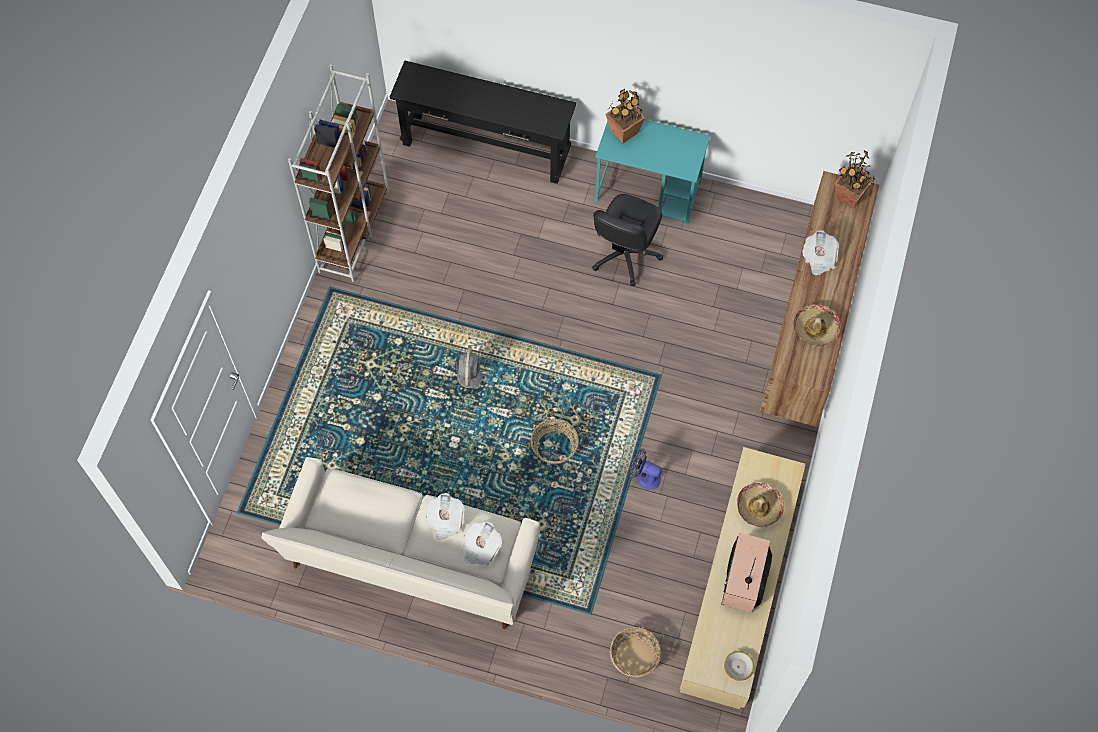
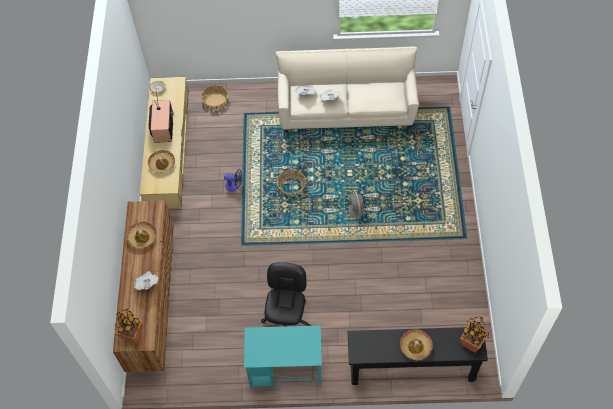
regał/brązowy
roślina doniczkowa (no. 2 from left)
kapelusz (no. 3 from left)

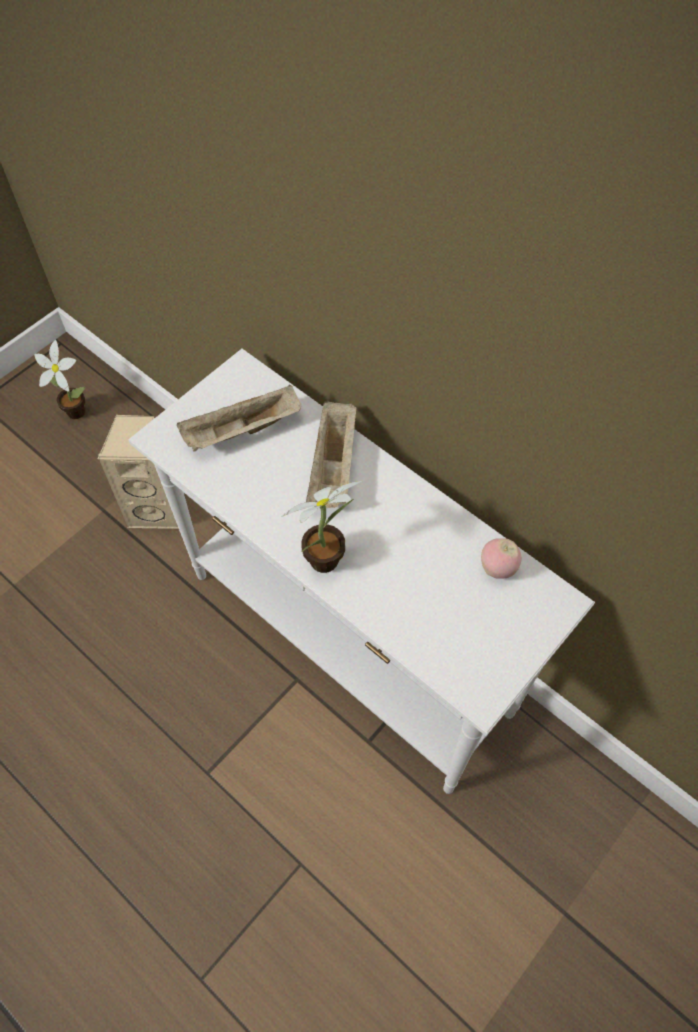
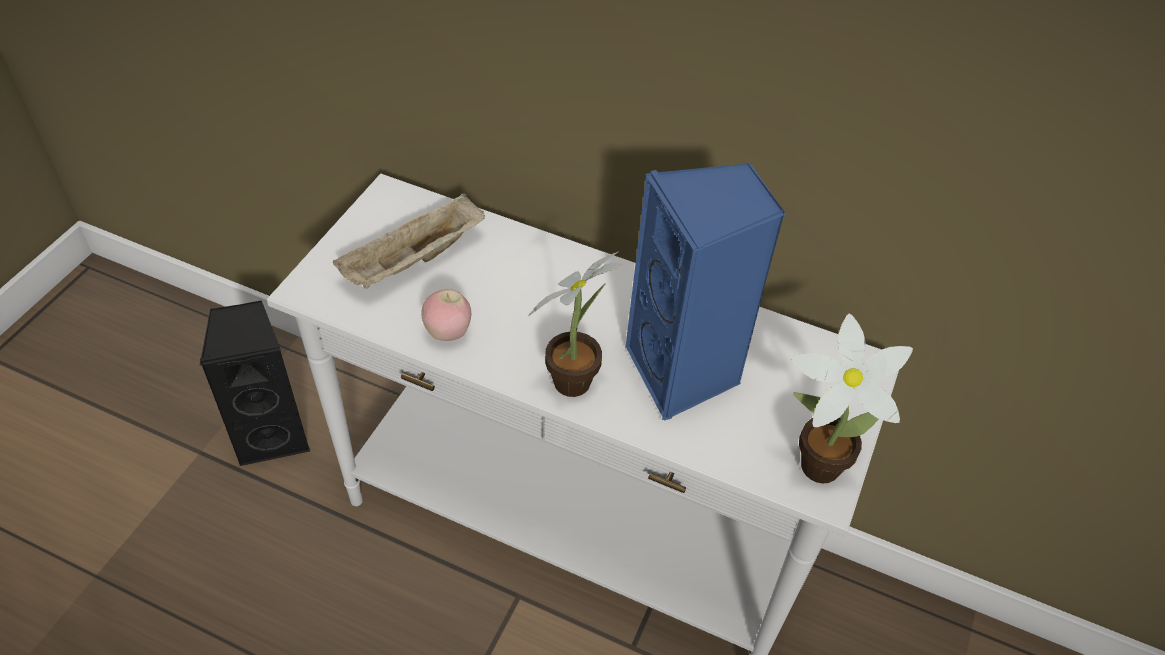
roślina doniczkowa (no. 2 from left)
głośnik/czarny
taca/beżowy (no. 2 from left in the first image)
jabłko
głośnik/niebieski

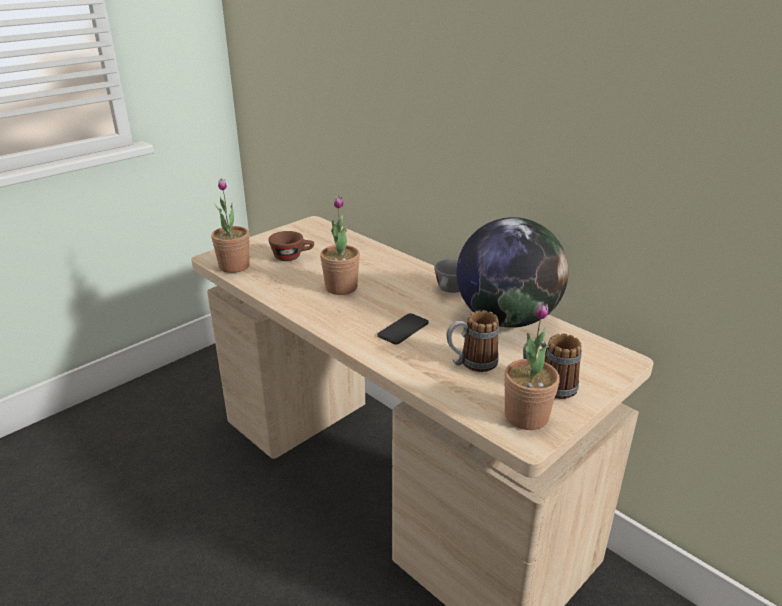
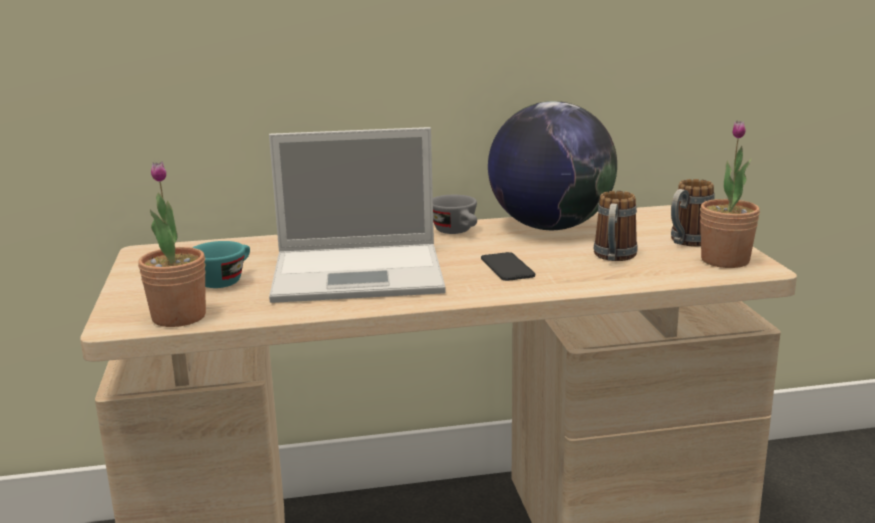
filiżanka/turkusowy
laptop

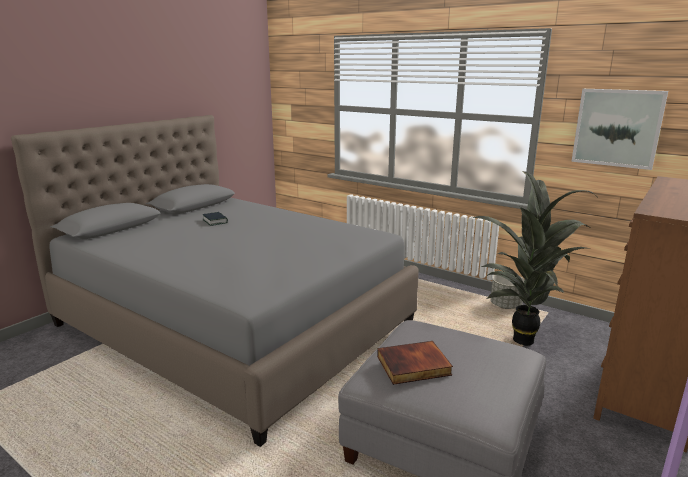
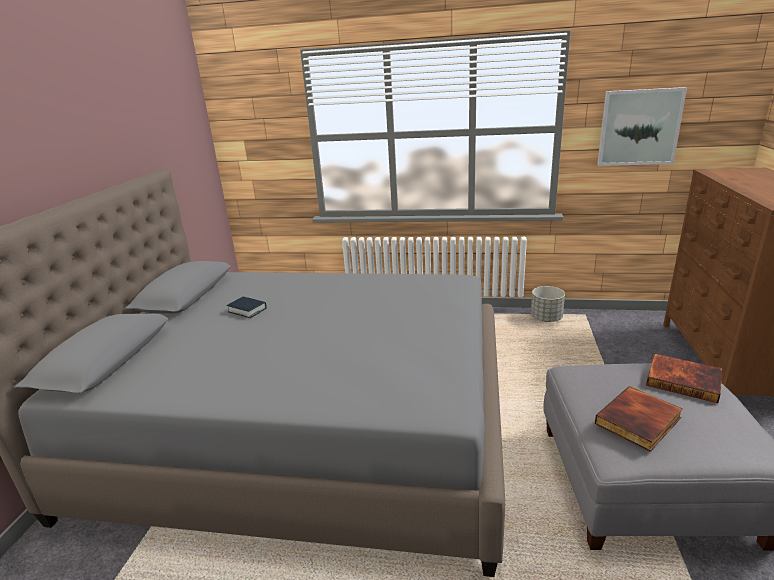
roślina doniczkowa
książka (no. 3 from left)

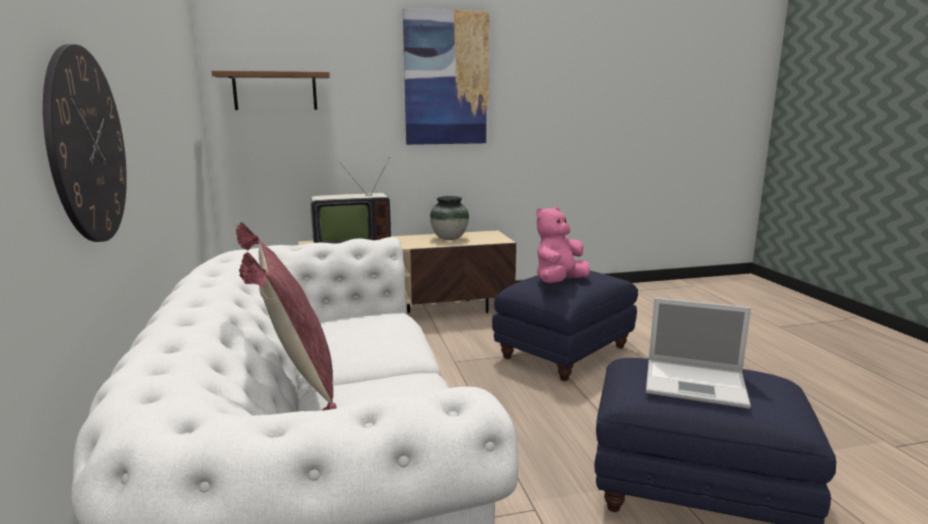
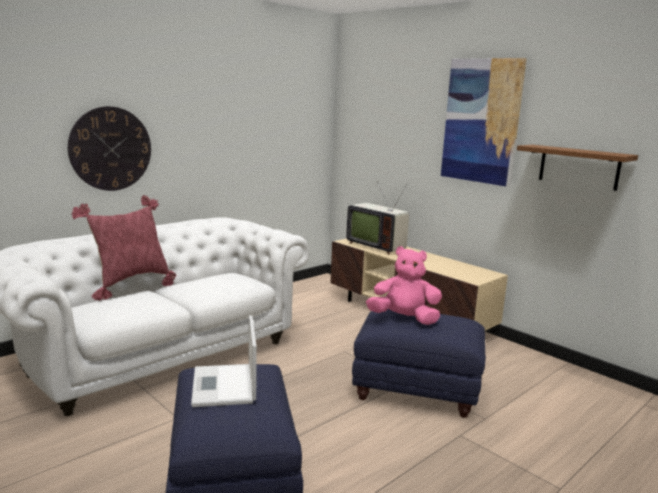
półka/brązowy
wazon

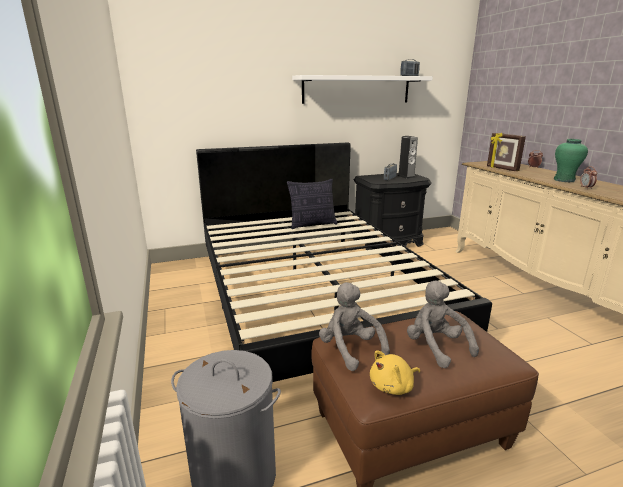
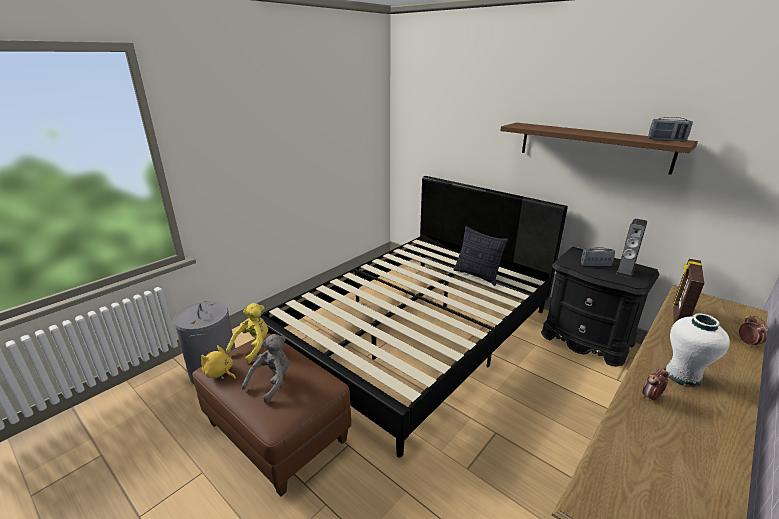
półka/brązowy
pluszak/żółty (no. 2 from left)
wazon/biały

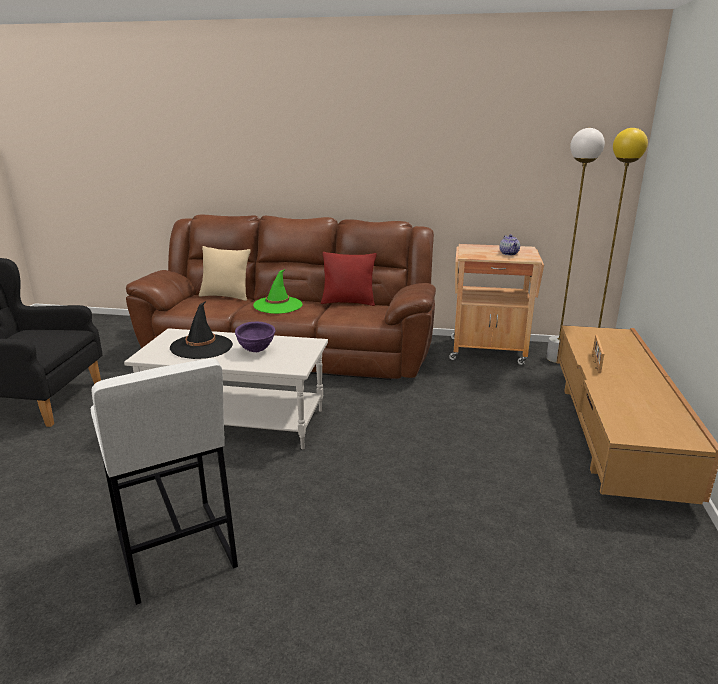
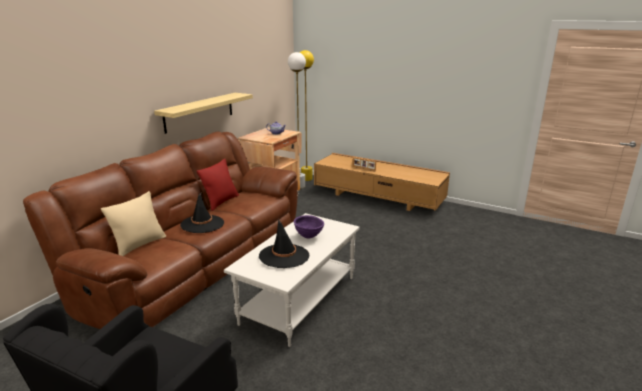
stołek/biały
kapelusz/czarny (no. 1 from left)
półka

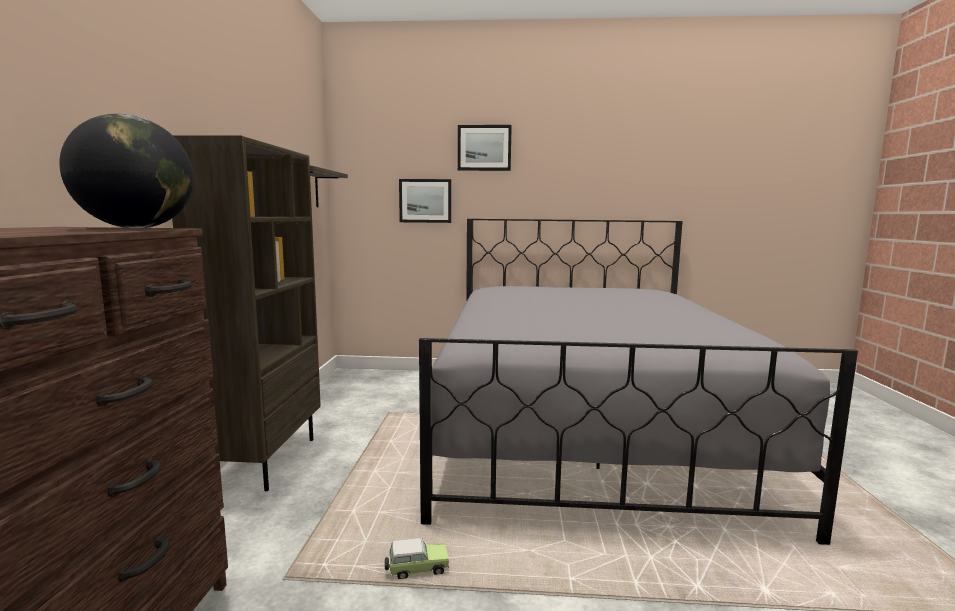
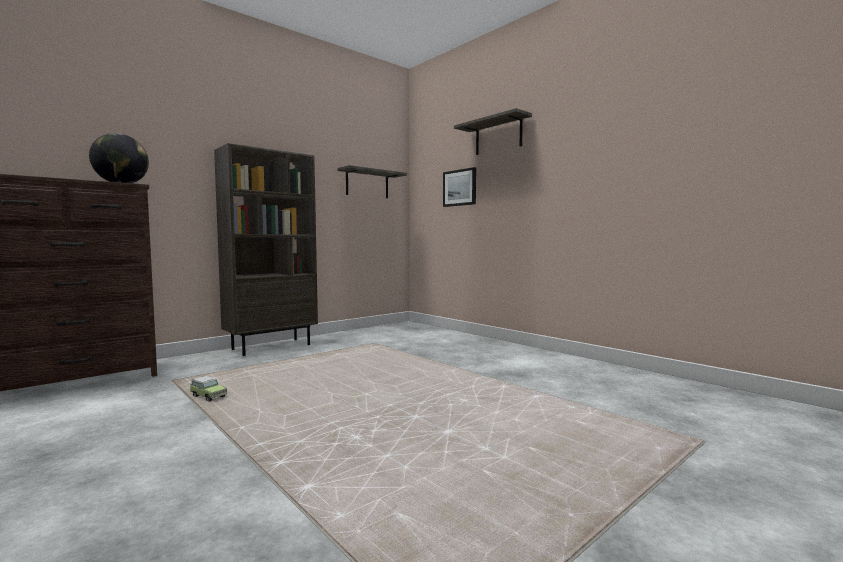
łóżko/szary
półka (no. 2 from left)

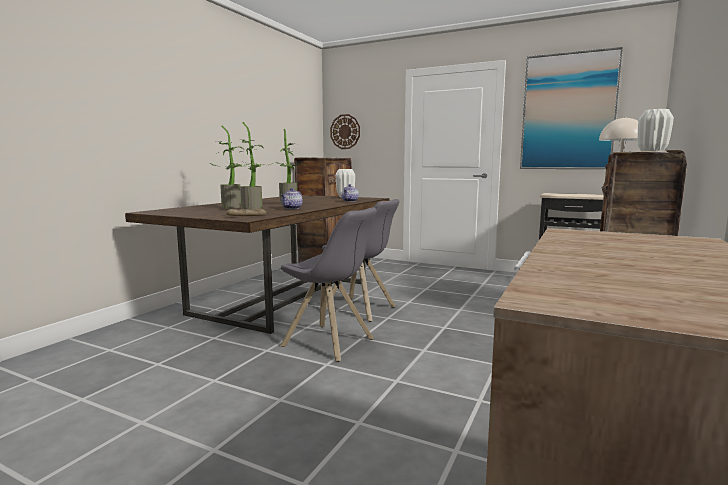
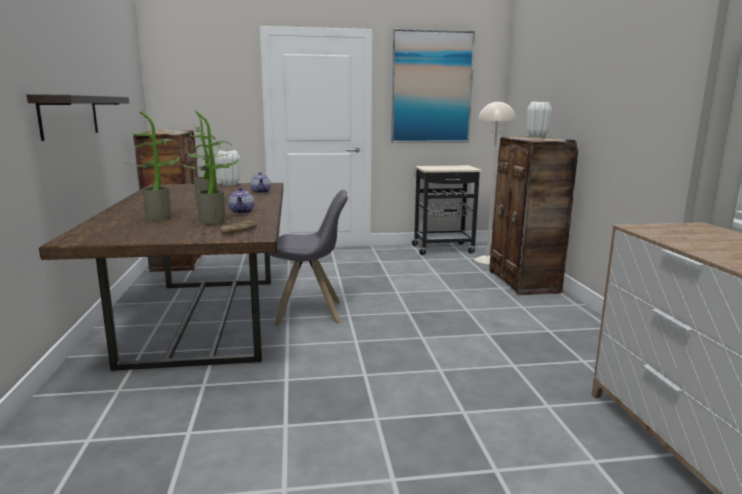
krzesło/szary (no. 1 from left in the first image)
zegar ścienny
półka

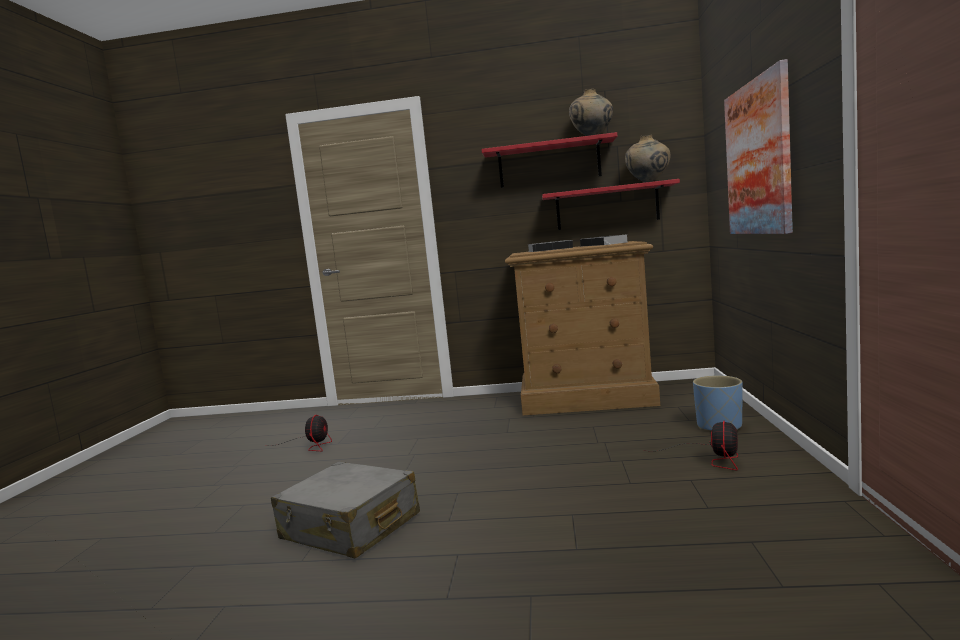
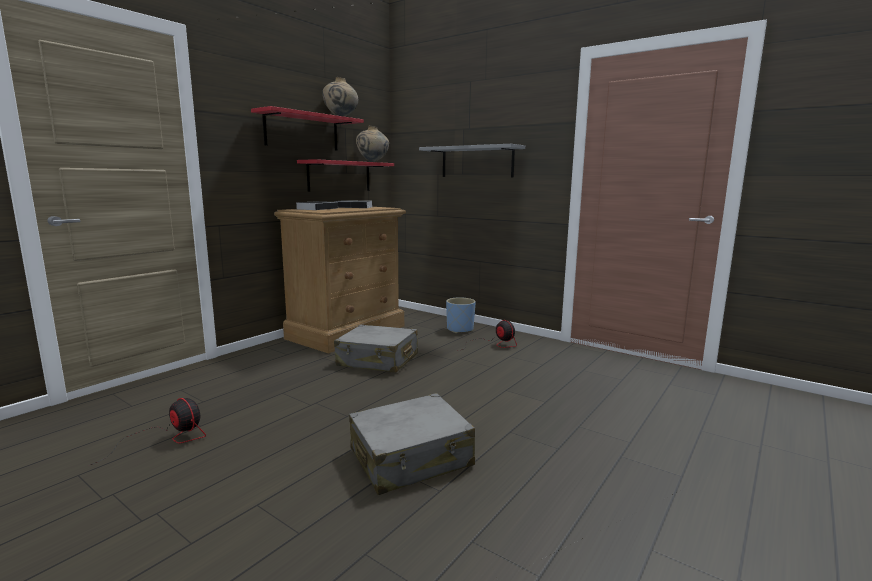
półka/szary
walizka/szary (no. 1 from left)

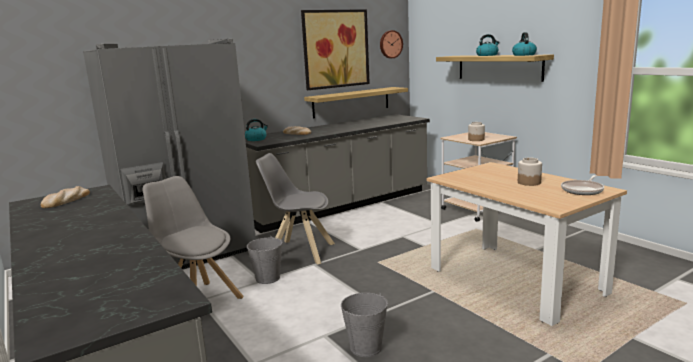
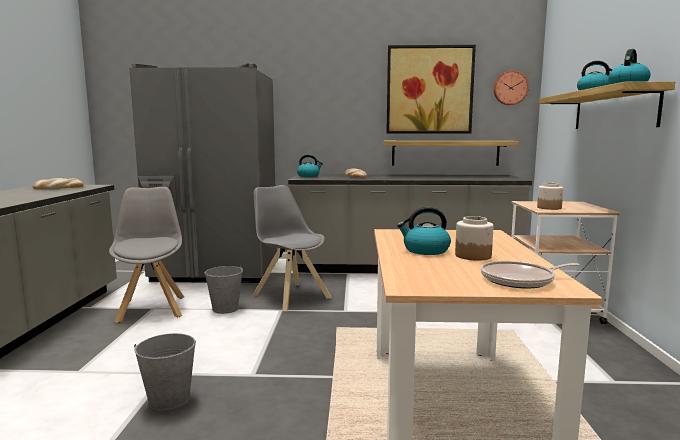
czajnik (no. 2 from left)

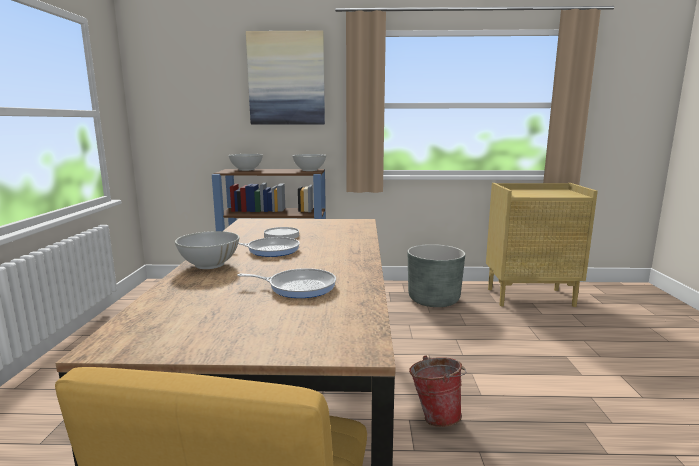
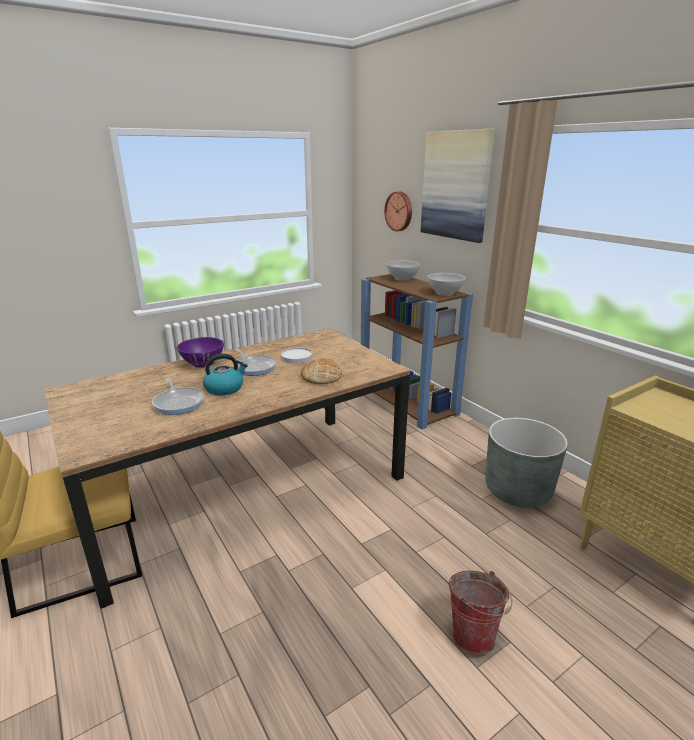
miska/fioletowy
wiadro
czajnik
chleb
zegar ścienny

